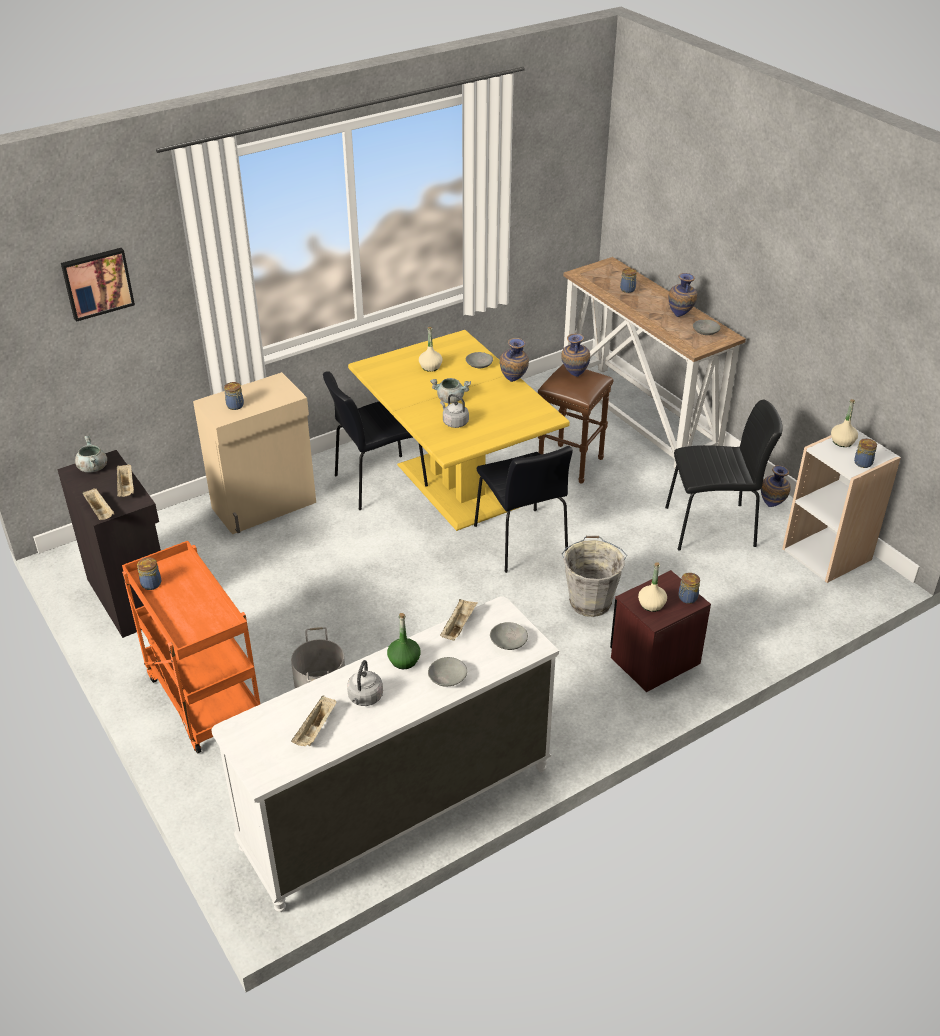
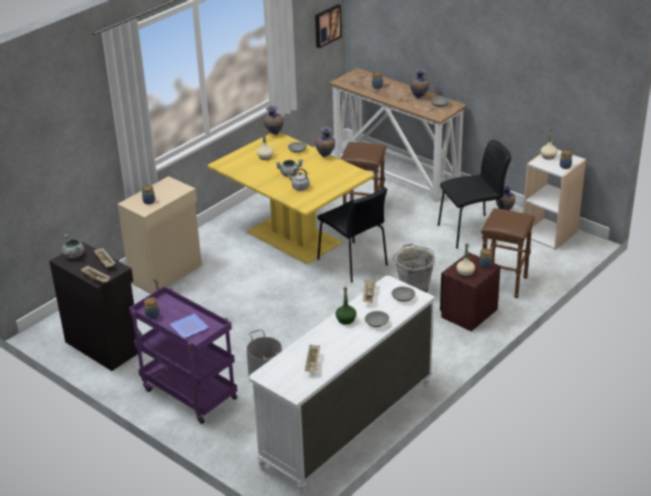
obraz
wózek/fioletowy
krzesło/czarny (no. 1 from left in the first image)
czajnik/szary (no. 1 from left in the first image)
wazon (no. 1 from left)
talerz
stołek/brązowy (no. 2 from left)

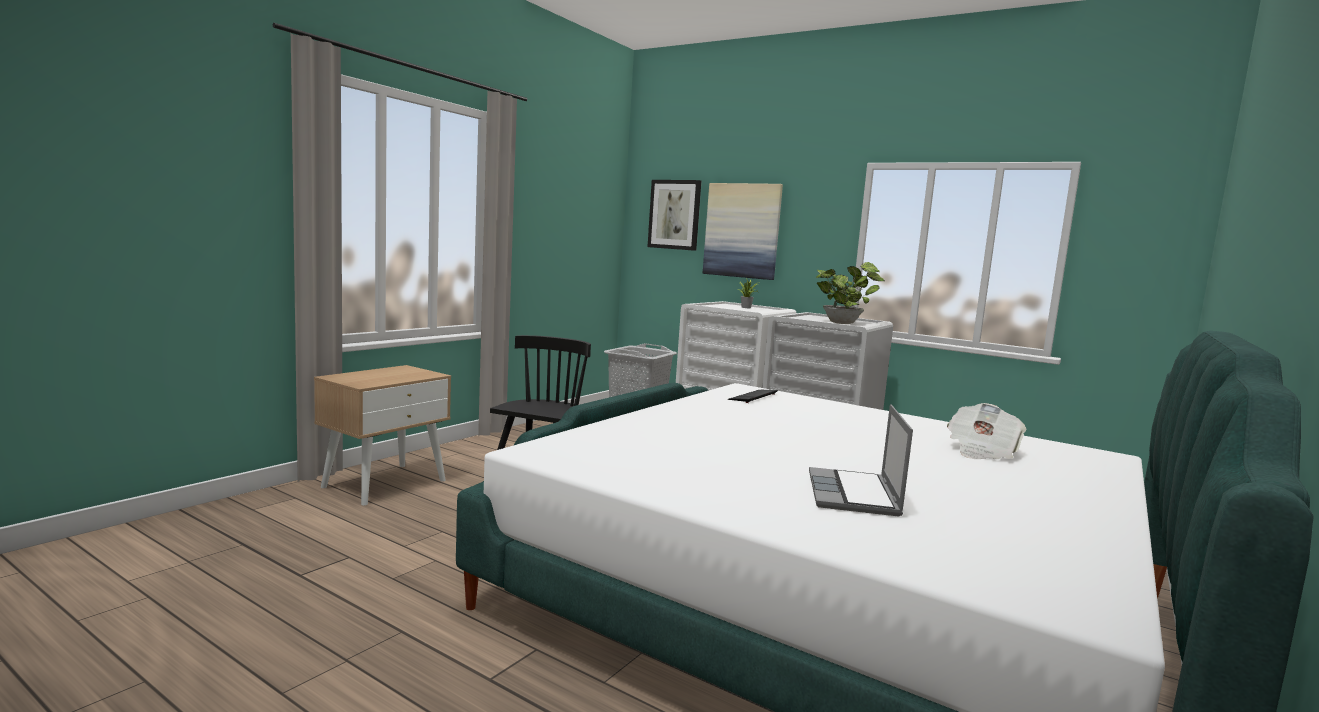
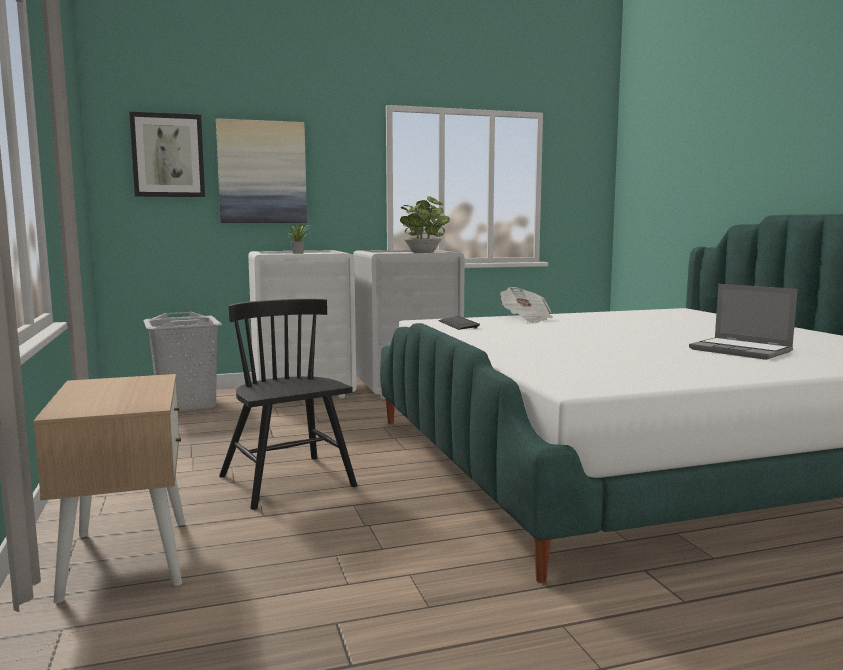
gazeta

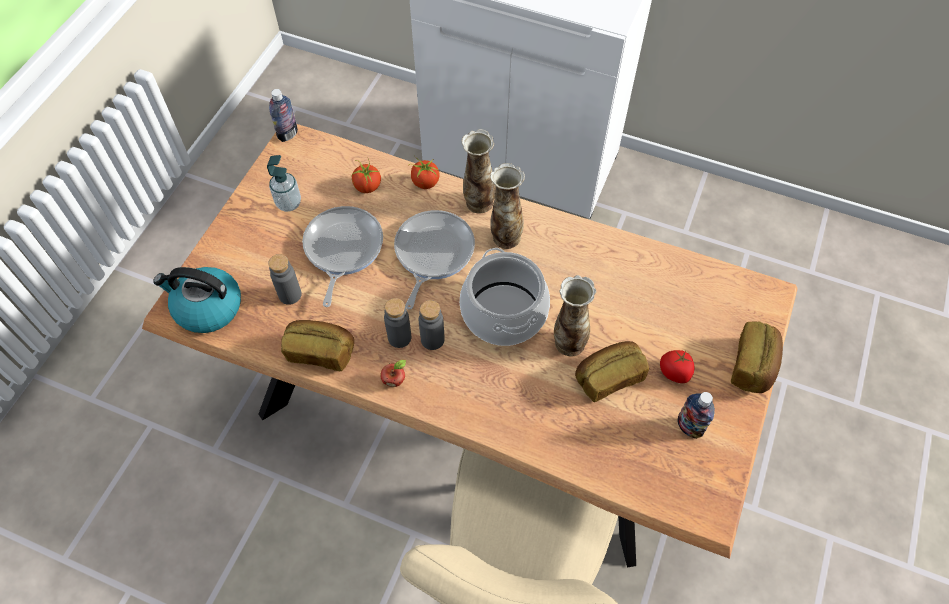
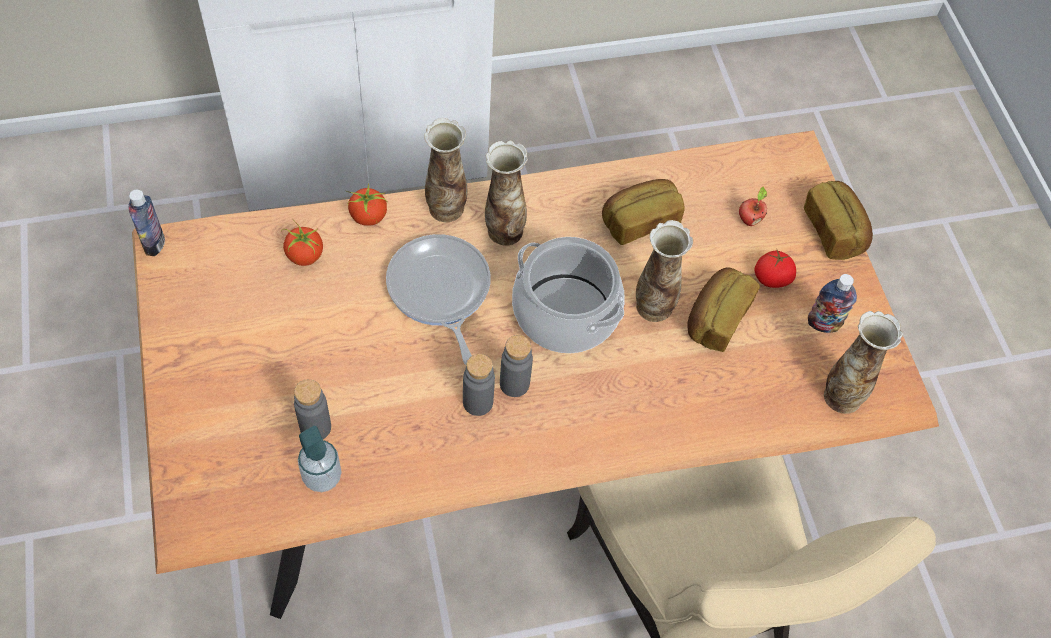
czajnik
dozownik mydła
chleb (no. 1 from left)
patelnia (no. 1 from left in the first image)
jabłko
wazon (no. 4 from left)

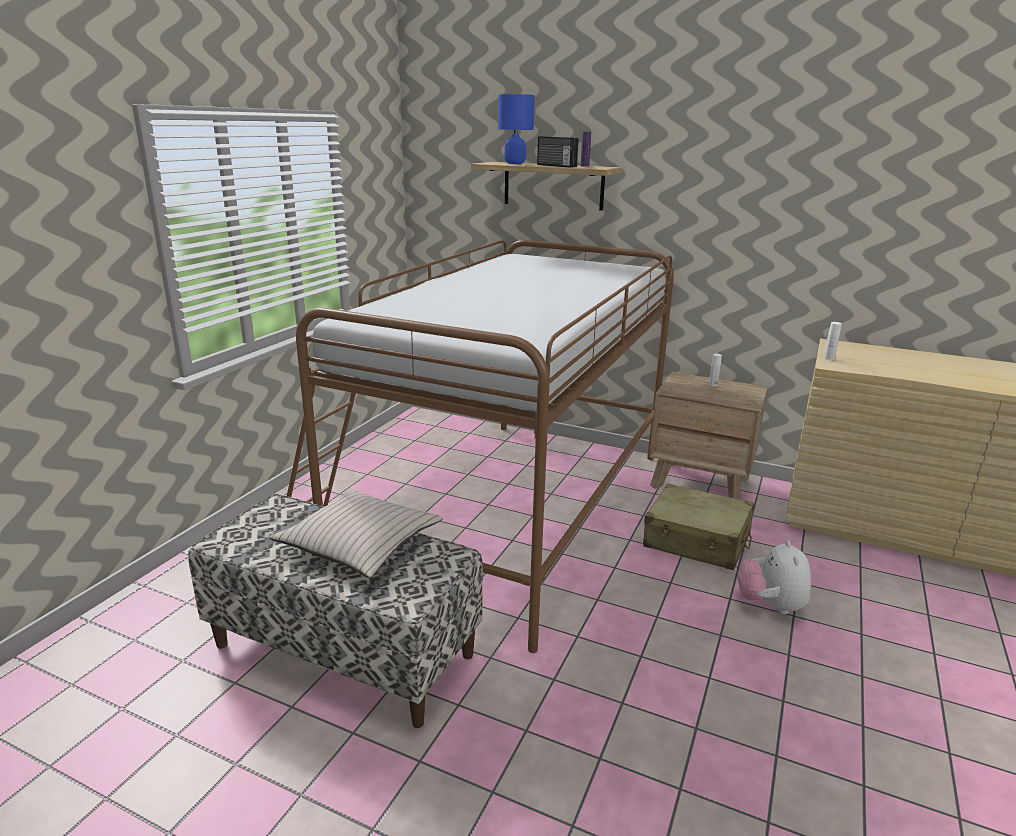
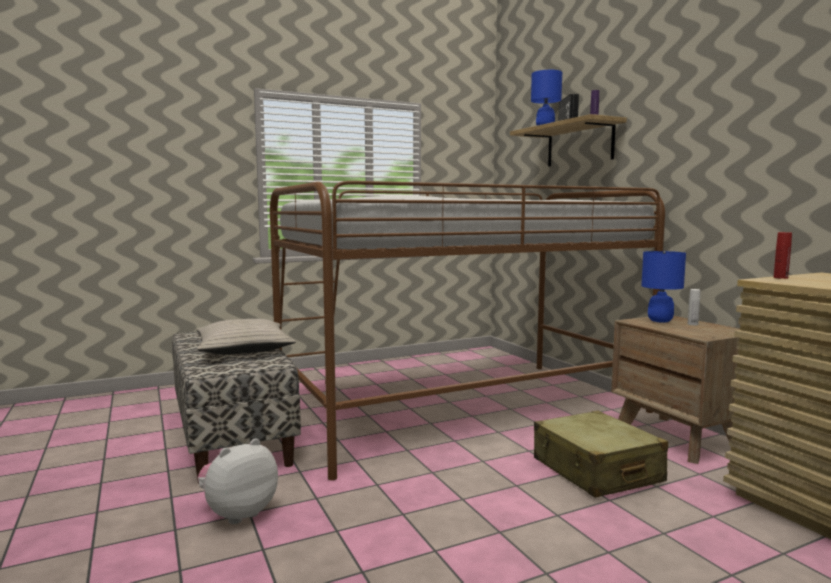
pluszak
butelka/czerwony
lampa stołowa/niebieski (no. 2 from left)

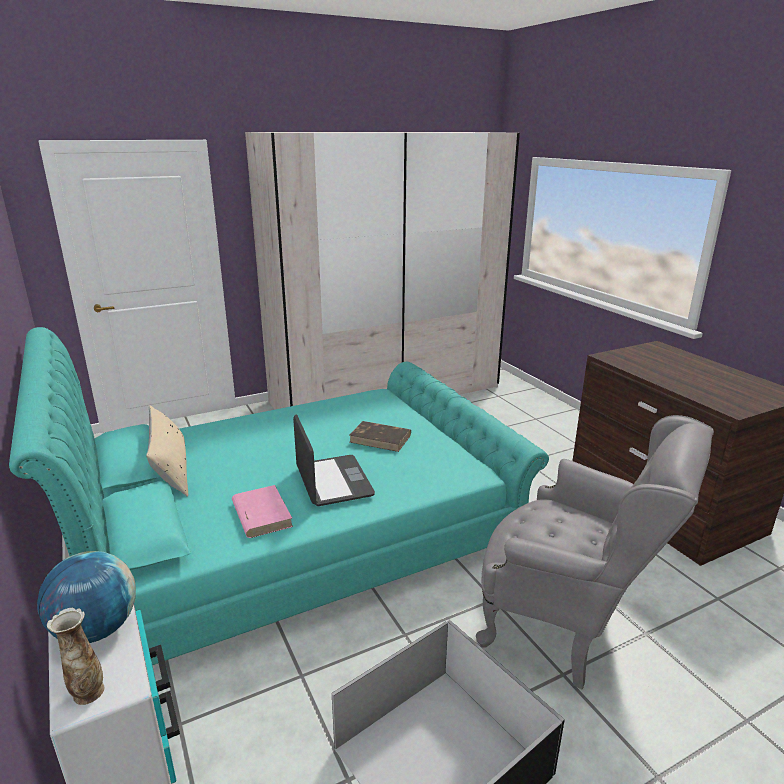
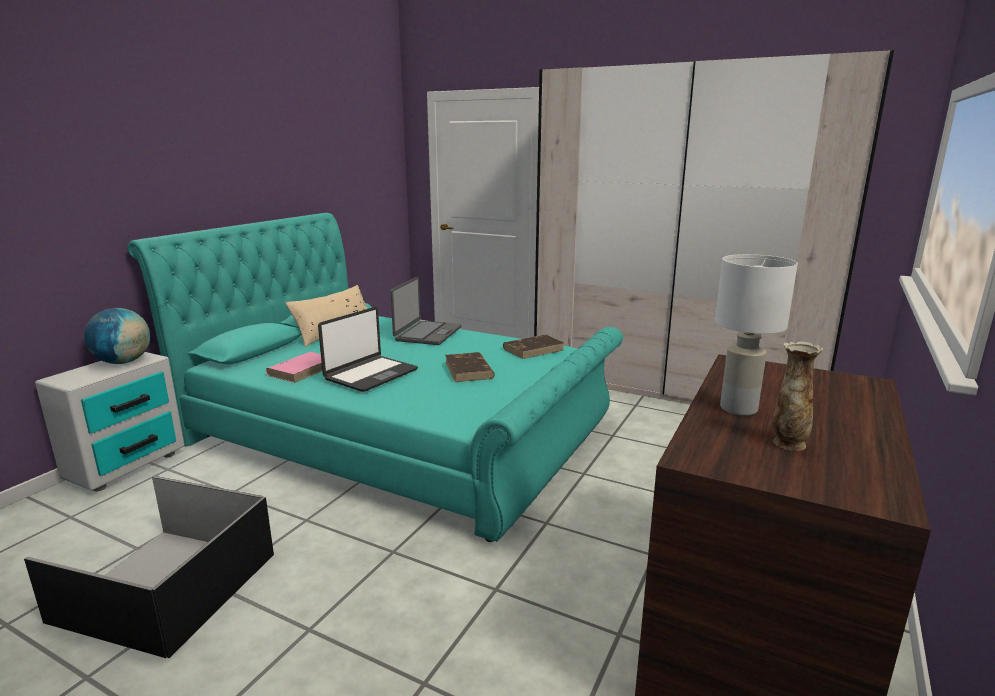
wazon
fotel/szary
laptop (no. 2 from left)
książka/brązowy (no. 2 from left)
lampa stołowa/biały

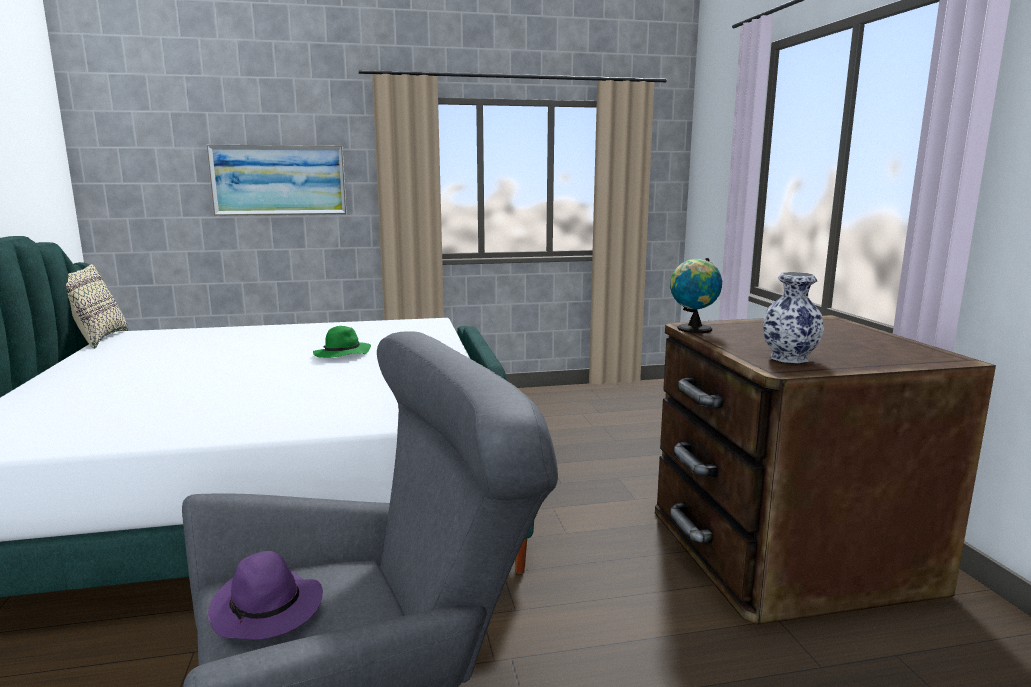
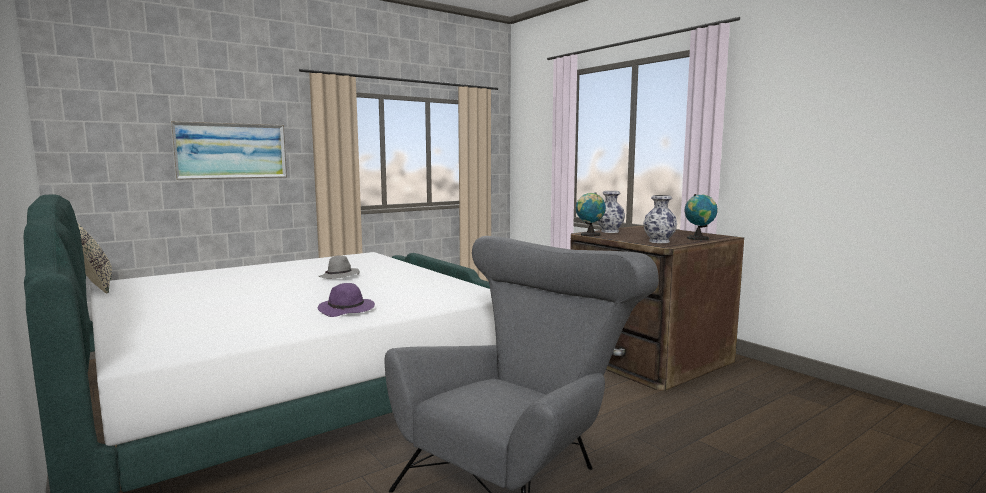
kapelusz/fioletowy
kapelusz/szary
wazon (no. 1 from left)
globus (no. 2 from left)

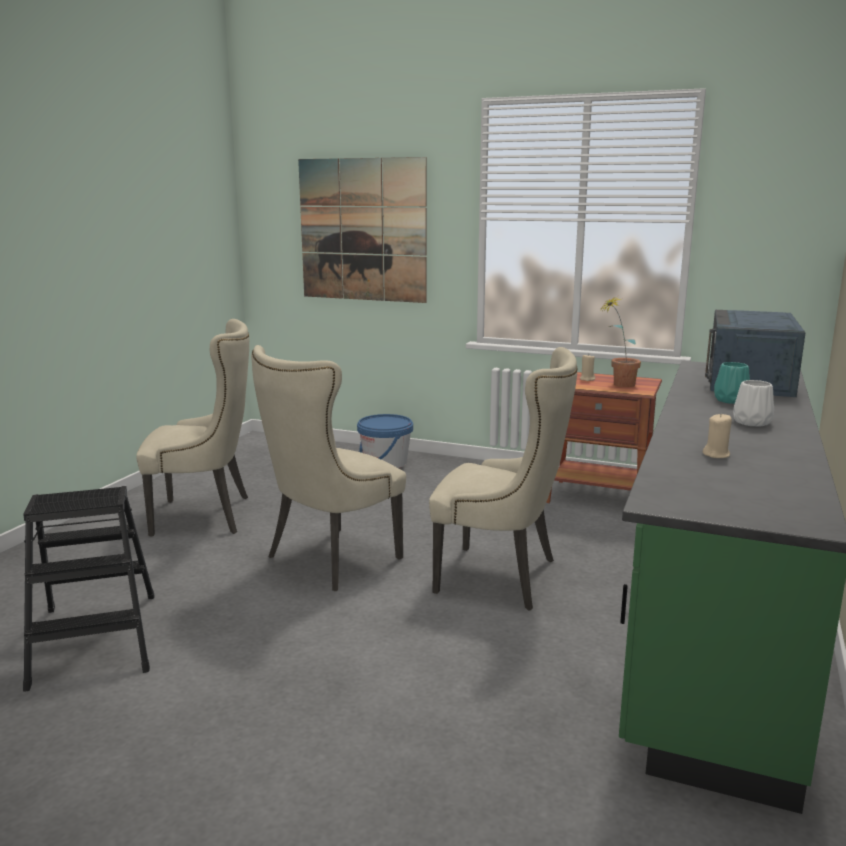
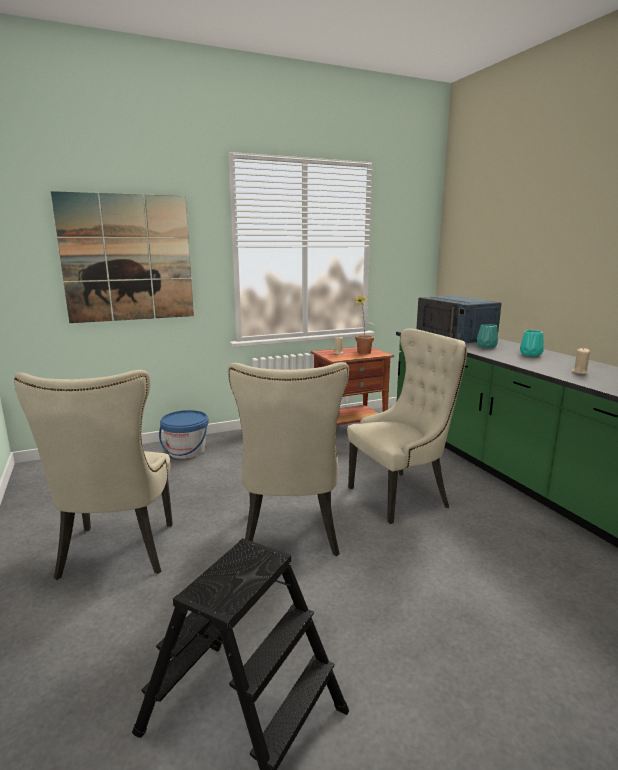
krzesło/beżowy (no. 1 from left)
wazon/turkusowy (no. 2 from left)

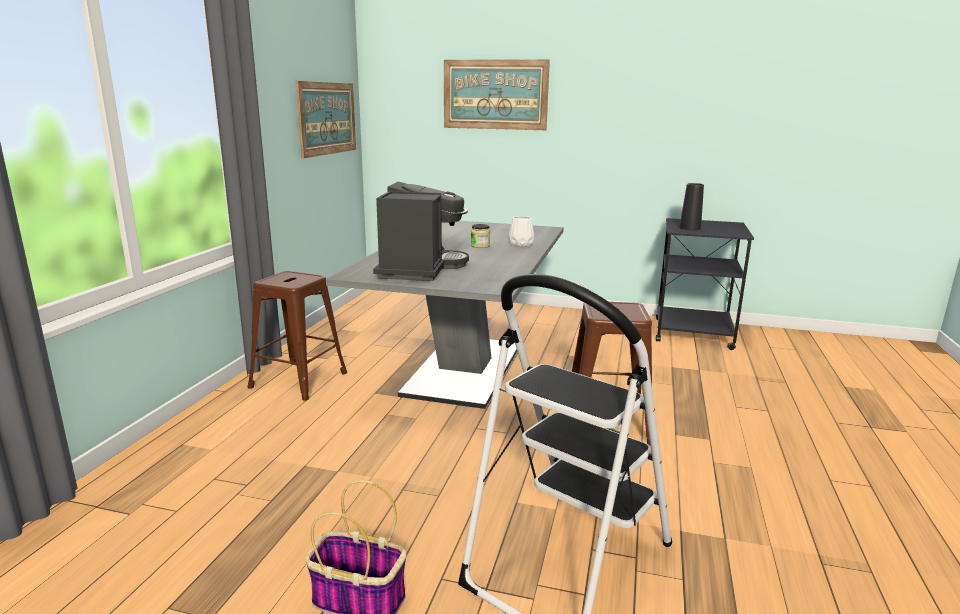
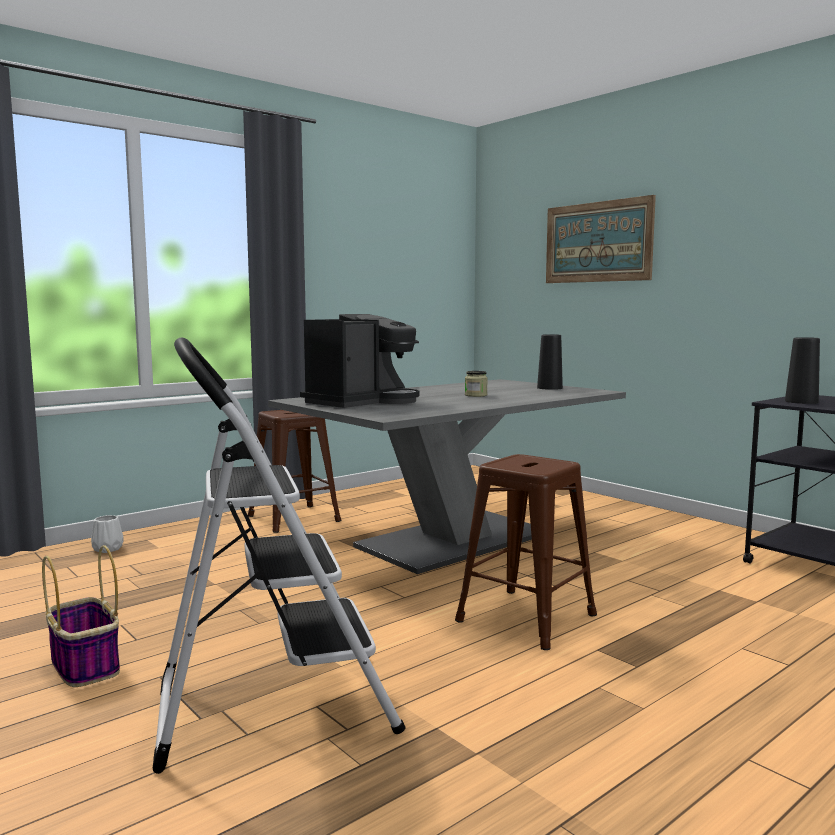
obraz (no. 1 from left in the first image)
wazon/biały
wazon/czarny (no. 1 from left)

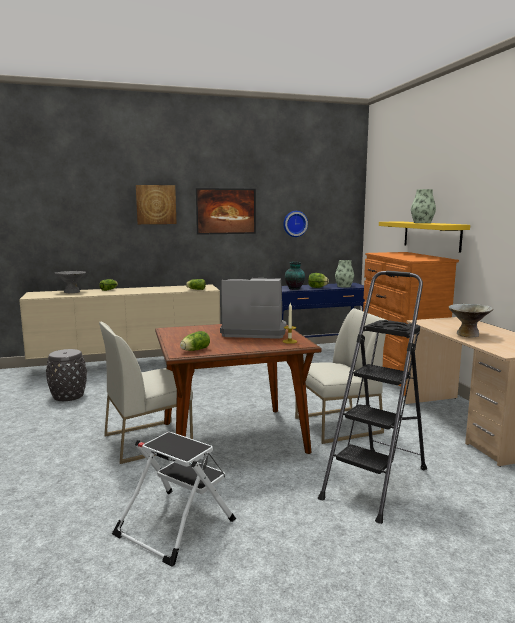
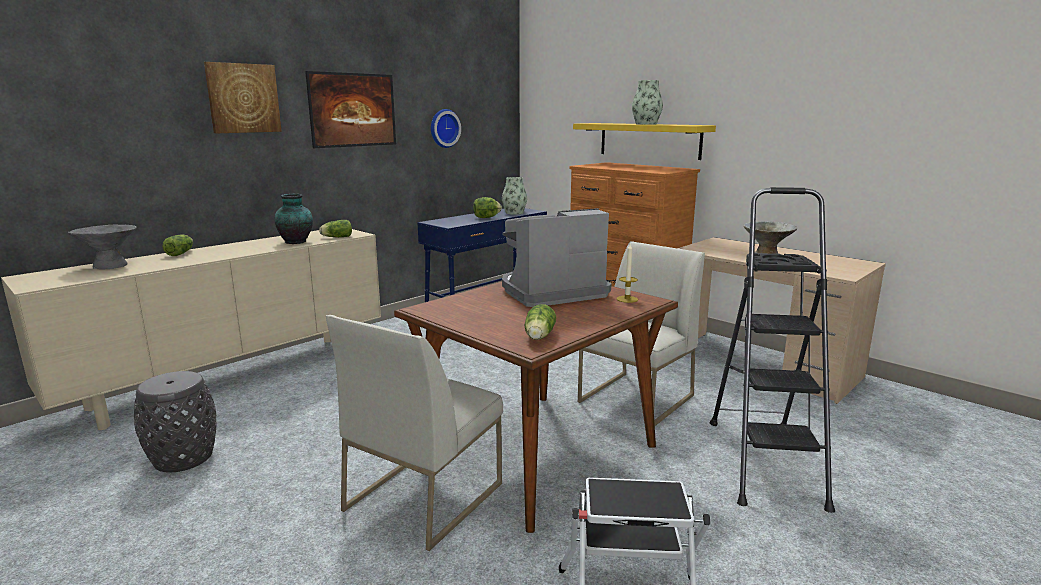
wazon (no. 1 from left)

